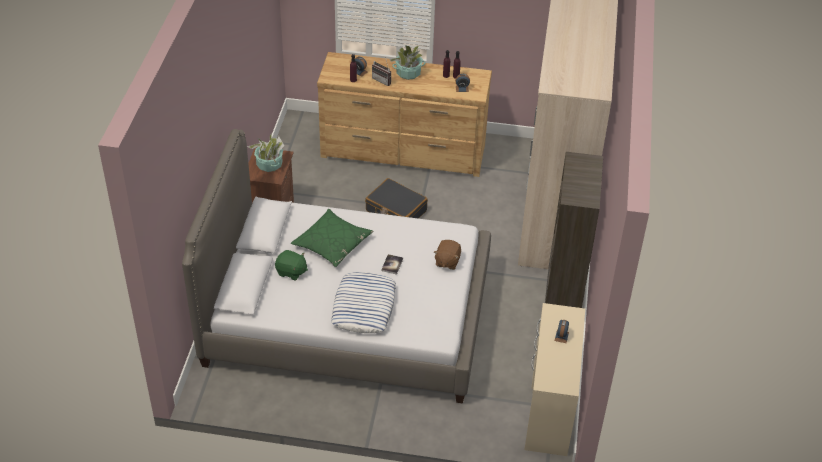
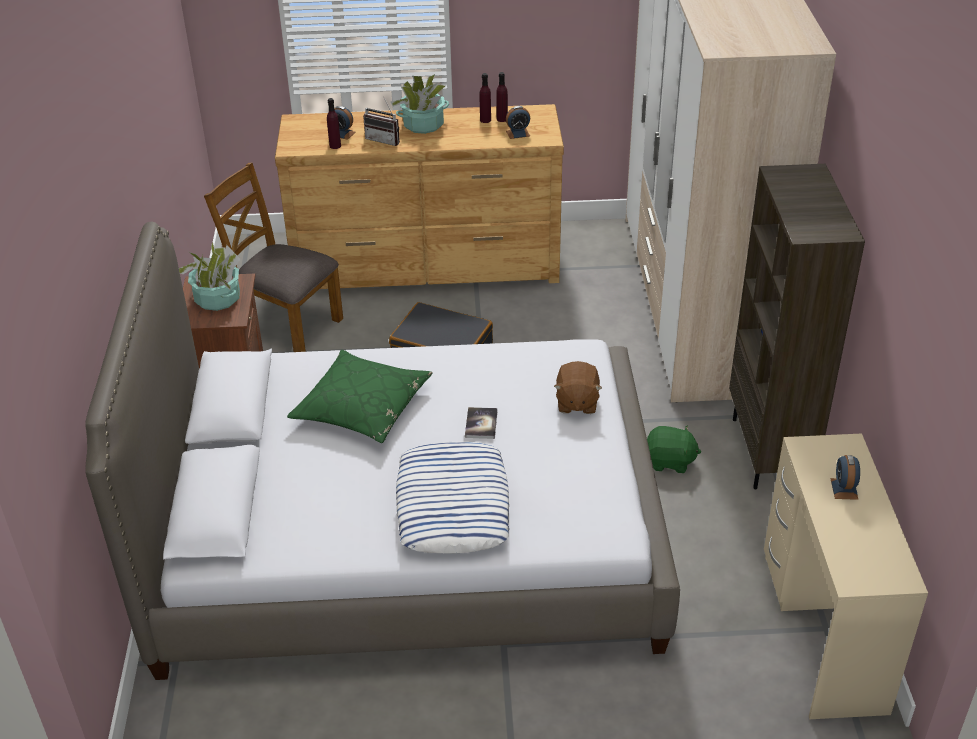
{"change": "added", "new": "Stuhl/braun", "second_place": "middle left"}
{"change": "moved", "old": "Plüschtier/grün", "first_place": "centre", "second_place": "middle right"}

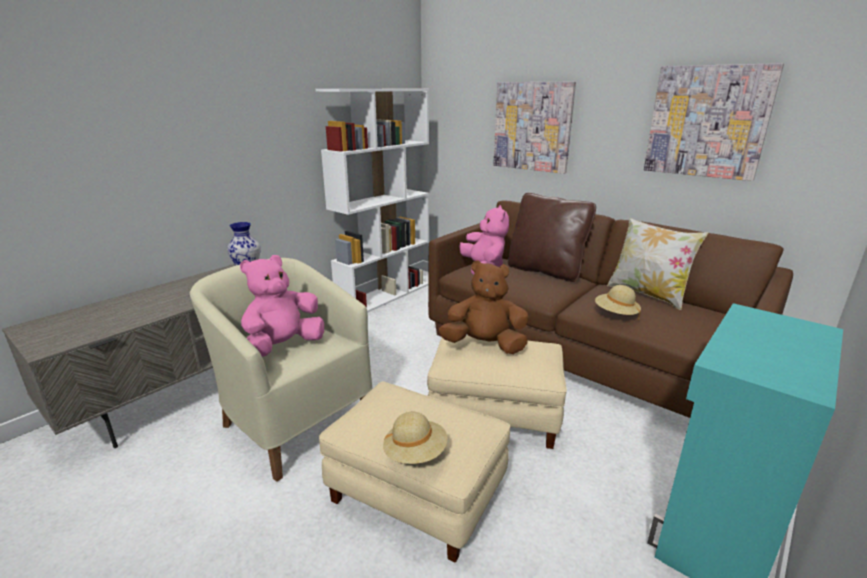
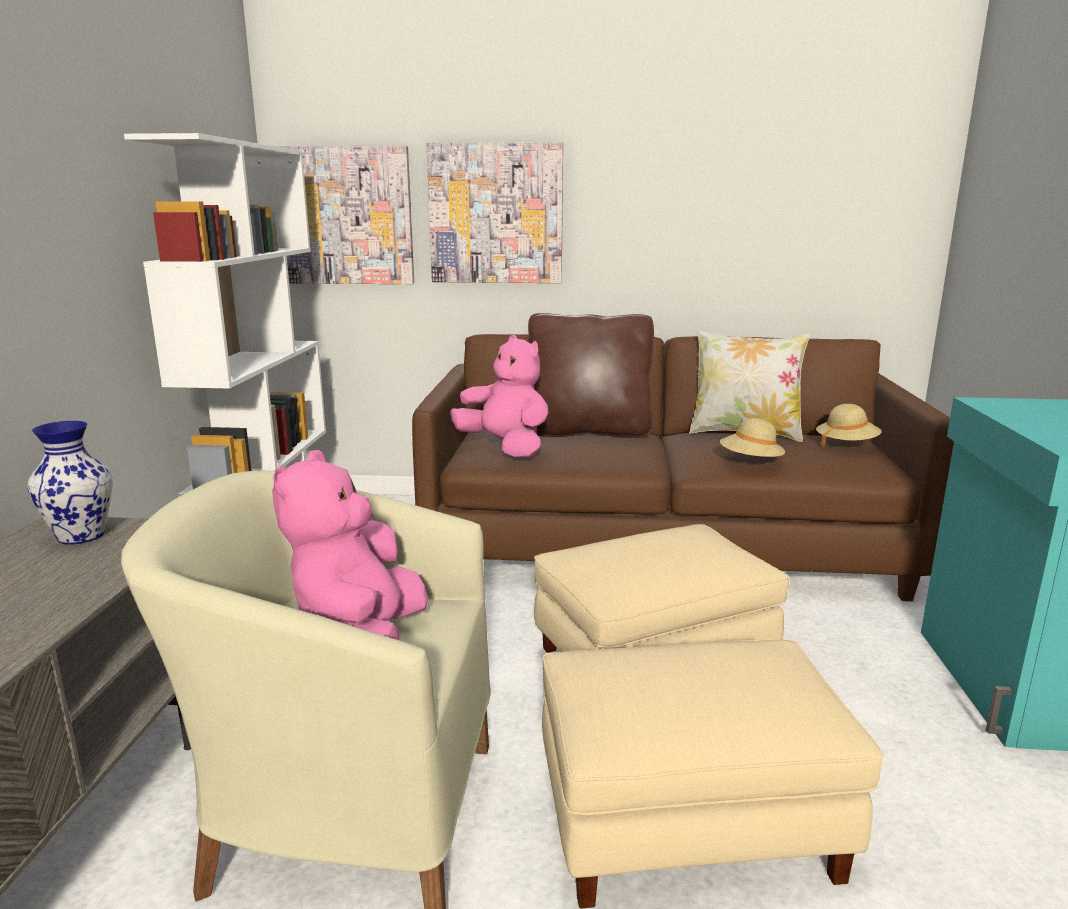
{"change": "moved", "old": "Bild (2nd from left in the first image)", "new": "Bild (1st from left)", "first_place": "top right", "second_place": "top left"}
{"change": "moved", "old": "Hut/beige (1st from left in the first image)", "new": "Hut/beige (2nd from left)", "first_place": "bottom centre", "second_place": "middle right"}
{"change": "removed", "old": "Plüschtier/braun", "first_place": "centre"}

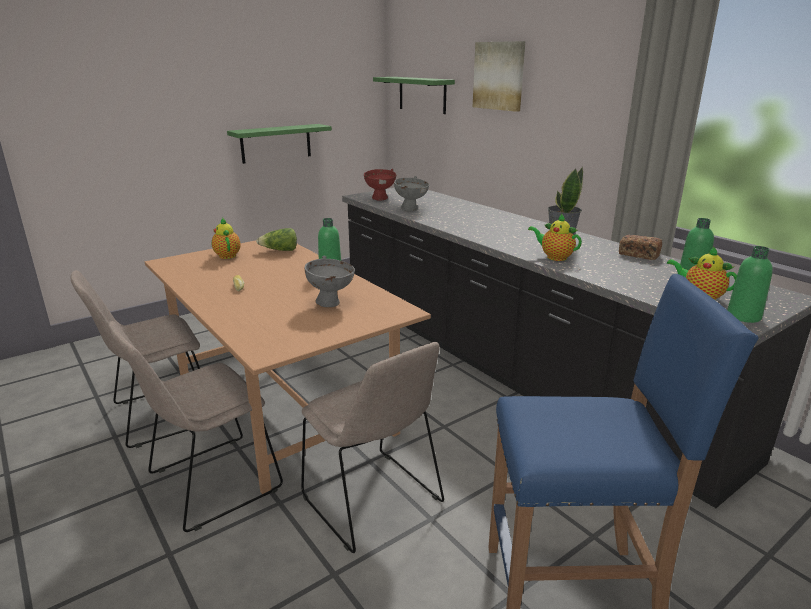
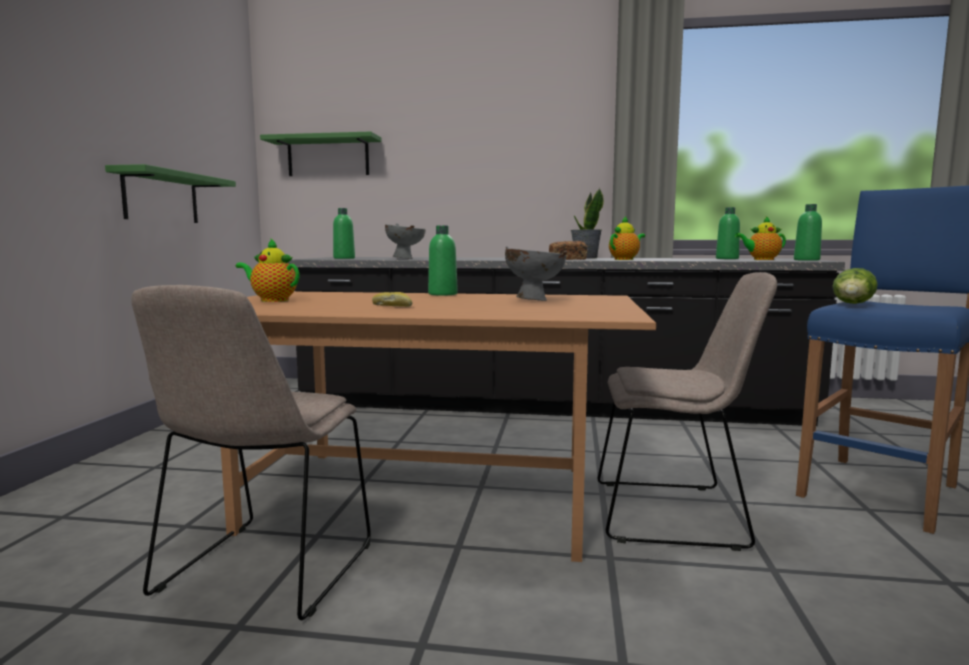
{"change": "replaced", "old": "Schüssel/rot", "new": "Flasche/grün (1st from left)", "first_place": "top centre", "second_place": "centre"}
{"change": "moved", "old": "Brot (2nd from left)", "first_place": "middle right", "second_place": "centre"}
{"change": "turned", "old": "Teekanne (2nd from left)", "first_place": "middle right", "second_place": "centre", "degrees": 150}
{"change": "moved", "old": "Salatkopf", "first_place": "centre", "second_place": "middle right"}
{"change": "removed", "old": "Stuhl/beige (2nd from left)", "first_place": "bottom left"}
{"change": "removed", "old": "Bild", "first_place": "top centre"}

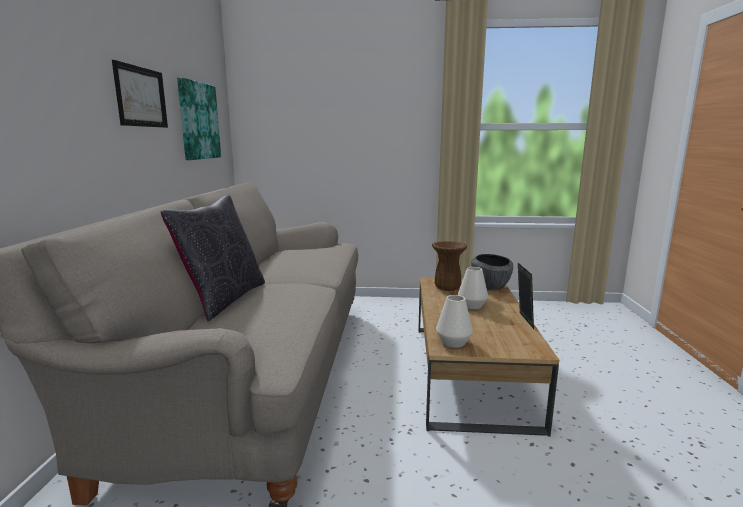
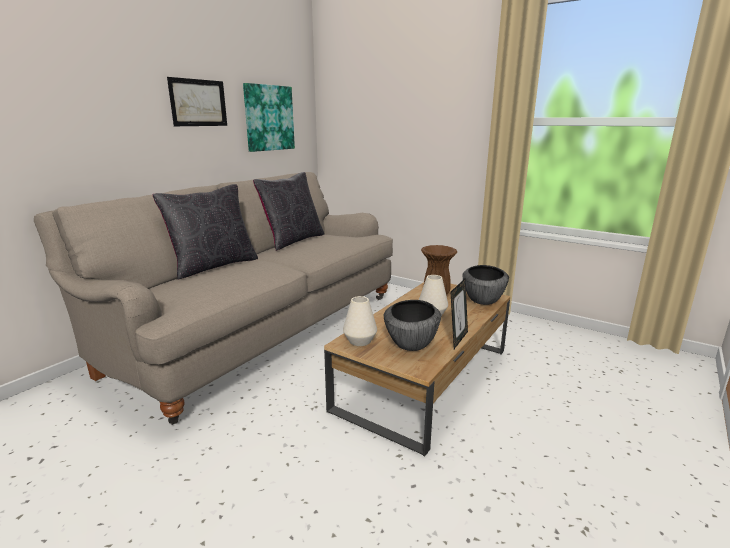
{"change": "added", "new": "Kissen/schwarz (2nd from left)", "second_place": "centre"}
{"change": "added", "new": "Schüssel (1st from left)", "second_place": "centre"}

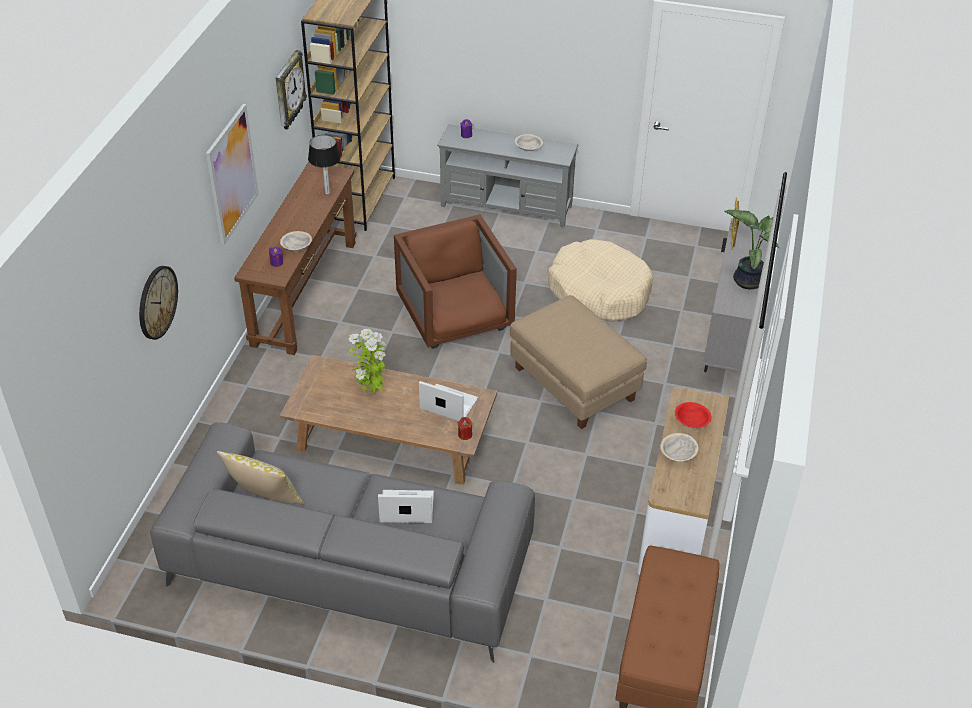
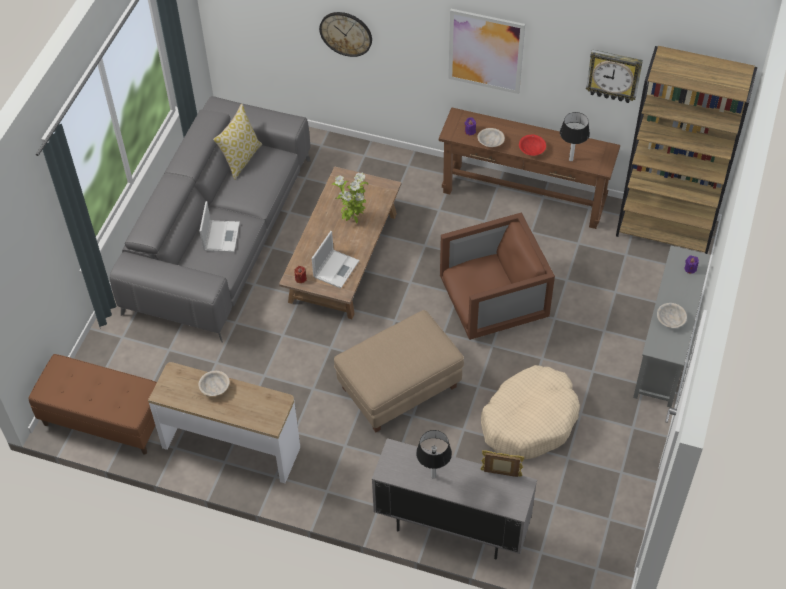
{"change": "replaced", "old": "Topfpflanze (2nd from left)", "new": "Tischlampe (1st from left)", "first_place": "middle right", "second_place": "bottom centre"}
{"change": "moved", "old": "Schüssel/rot", "first_place": "middle right", "second_place": "top right"}

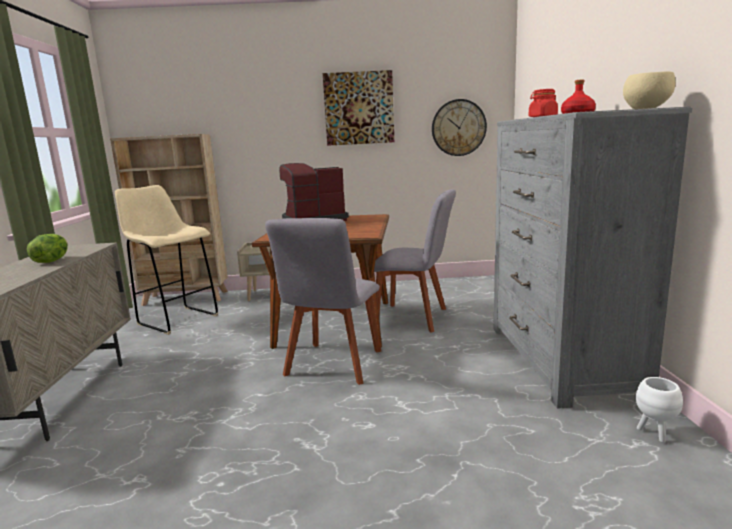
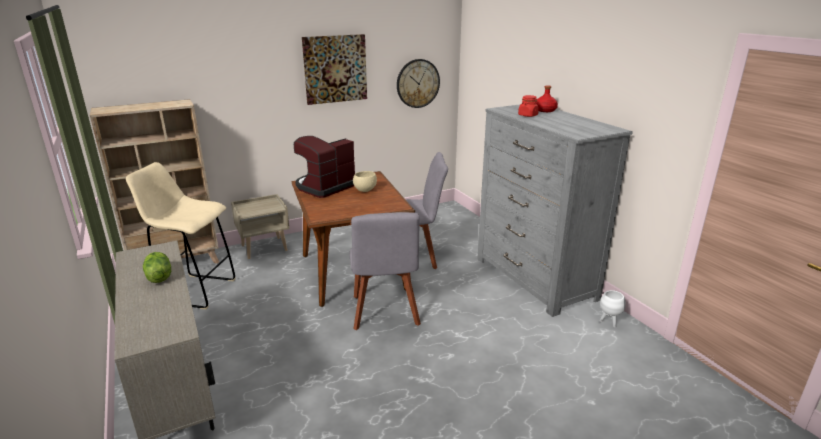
{"change": "moved", "old": "Schüssel/beige", "first_place": "top right", "second_place": "centre"}

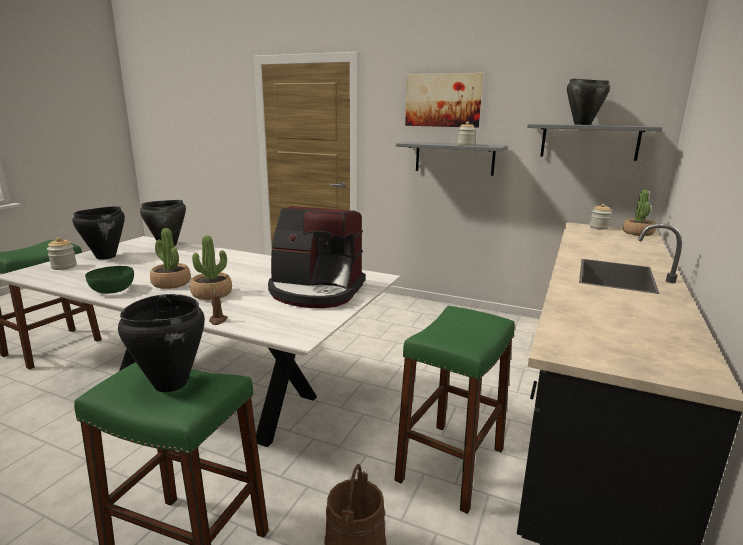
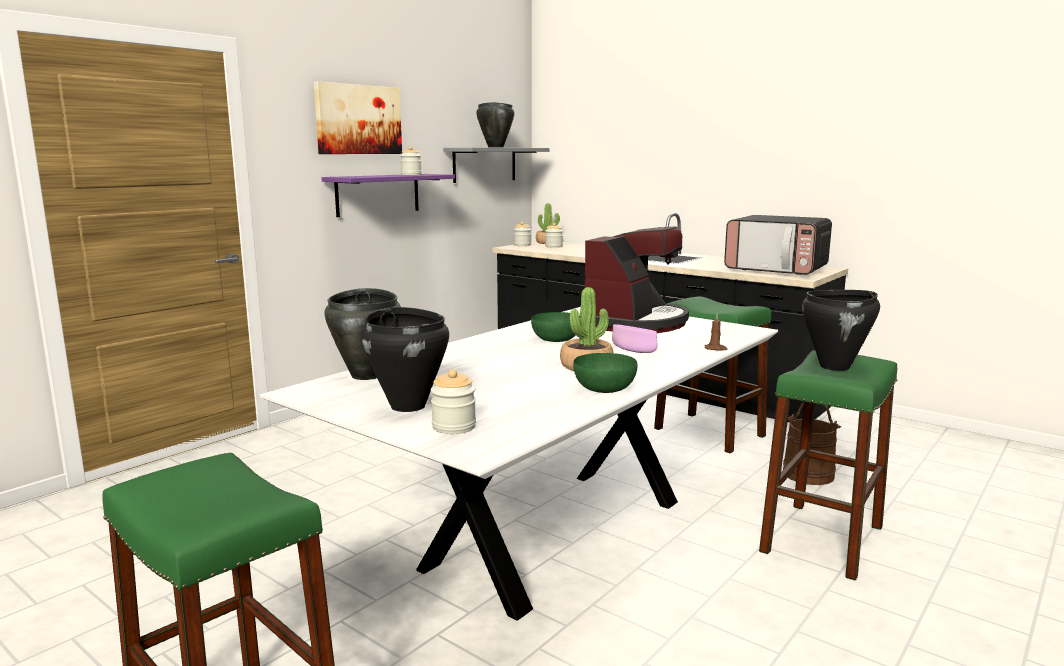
{"change": "recoloured", "old": "Wandregal/grau (1st from left)", "new": "Wandregal/lila", "first_place": "top centre", "second_place": "top centre"}
{"change": "added", "new": "Schüssel/grün (1st from left)", "second_place": "centre"}
{"change": "added", "new": "Vorratsglas (4th from left)", "second_place": "centre"}
{"change": "replaced", "old": "Topfpflanze (2nd from left)", "new": "Schüssel/lila", "first_place": "middle left", "second_place": "centre"}
{"change": "added", "new": "Mikrowelle", "second_place": "middle right"}

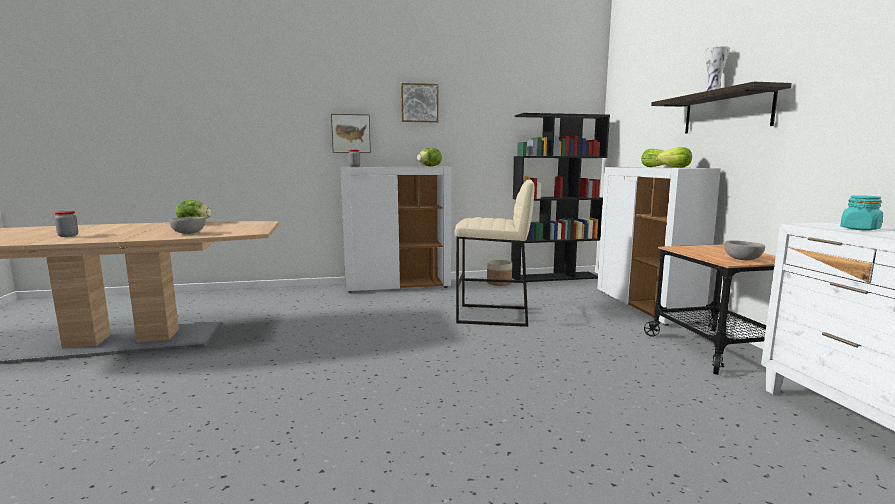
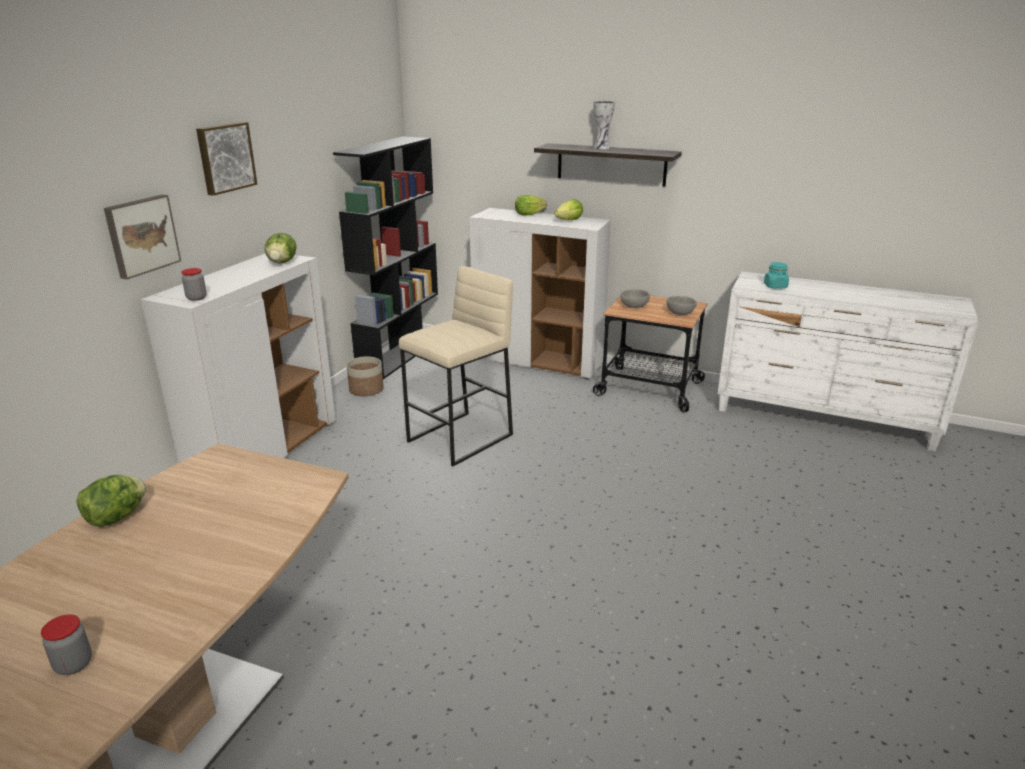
{"change": "moved", "old": "Schüssel/grau (1st from left)", "first_place": "middle left", "second_place": "centre"}

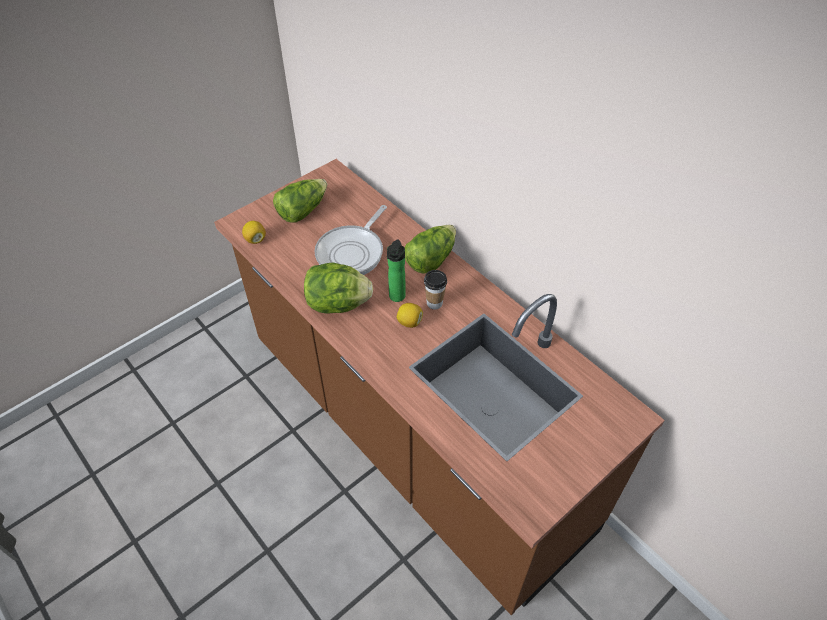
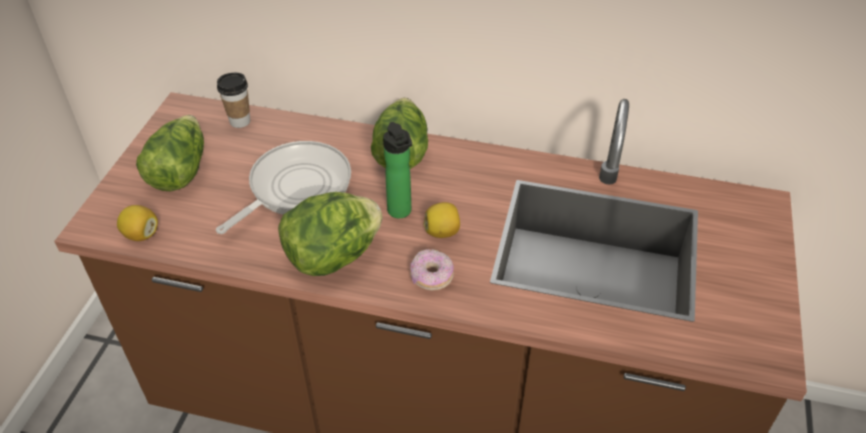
{"change": "turned", "old": "Pfanne", "first_place": "centre", "second_place": "middle left", "degrees": -135}
{"change": "moved", "old": "Tasse", "first_place": "centre", "second_place": "top left"}
{"change": "added", "new": "Donut", "second_place": "centre"}

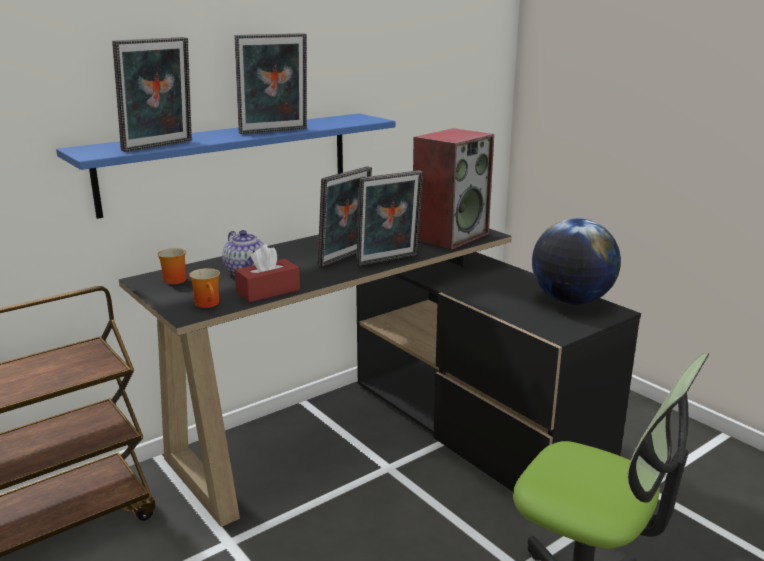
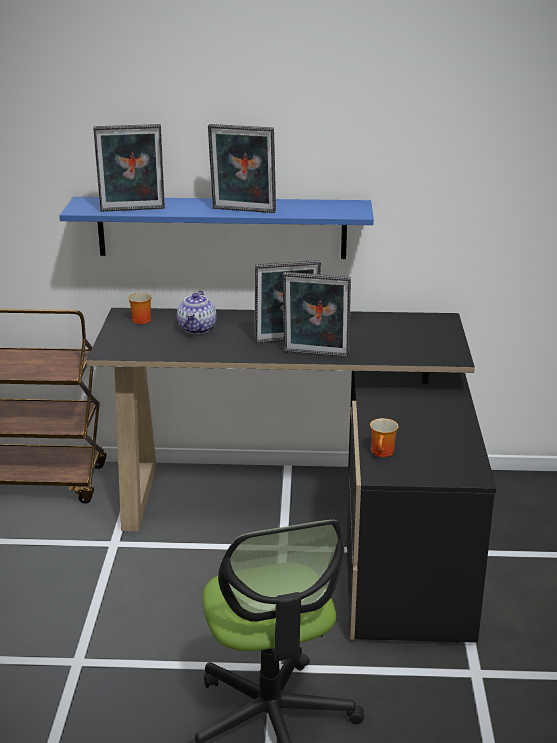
{"change": "moved", "old": "Henkelbecher (2nd from left)", "first_place": "middle left", "second_place": "middle right"}
{"change": "removed", "old": "Taschentuchbox/rot", "first_place": "centre"}
{"change": "removed", "old": "Lautsprecher", "first_place": "centre"}
{"change": "removed", "old": "Globus", "first_place": "middle right"}

